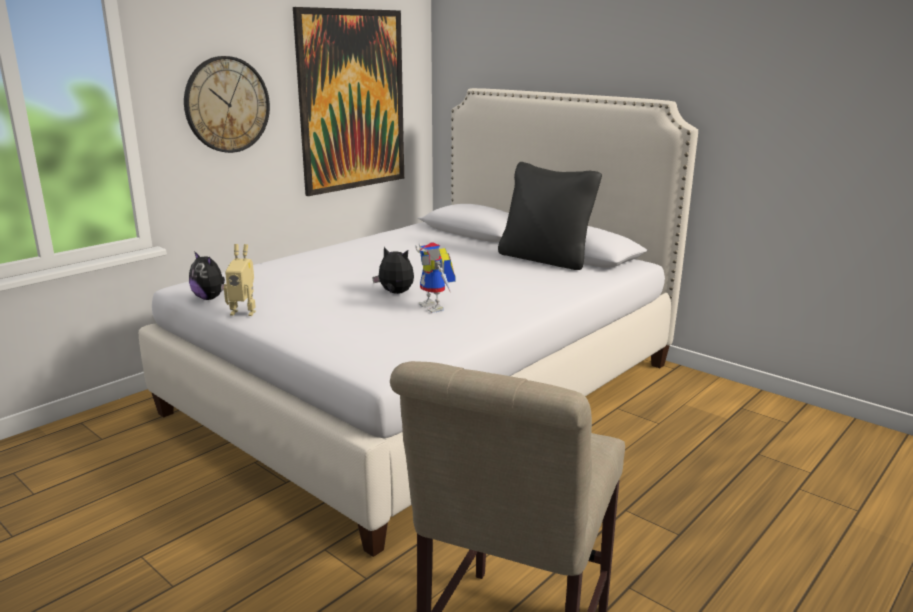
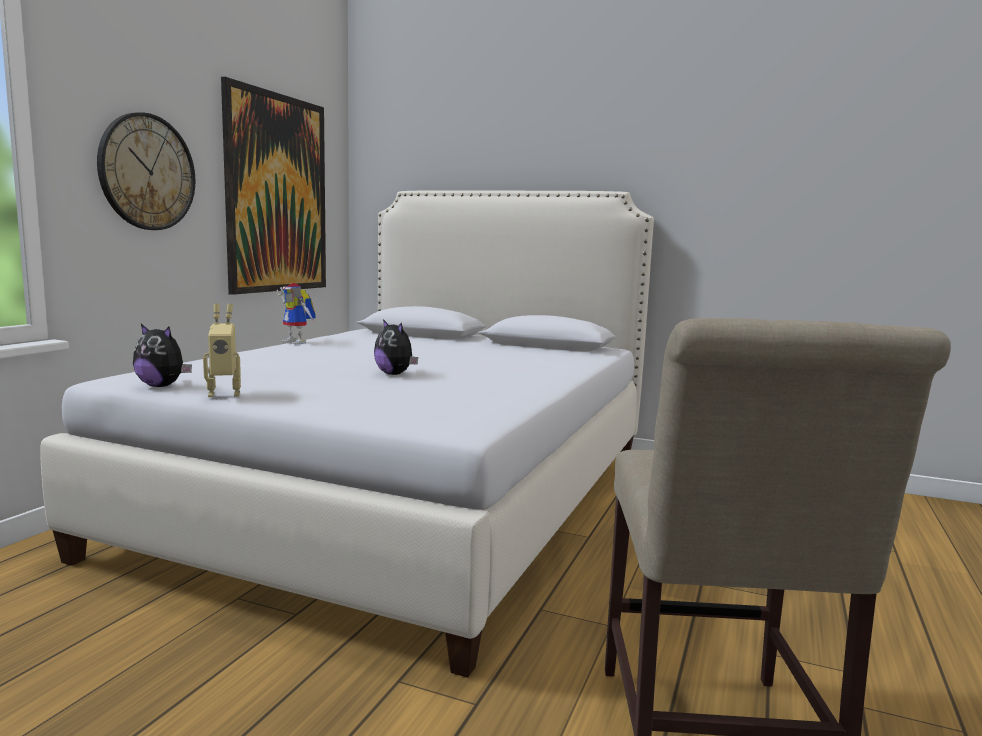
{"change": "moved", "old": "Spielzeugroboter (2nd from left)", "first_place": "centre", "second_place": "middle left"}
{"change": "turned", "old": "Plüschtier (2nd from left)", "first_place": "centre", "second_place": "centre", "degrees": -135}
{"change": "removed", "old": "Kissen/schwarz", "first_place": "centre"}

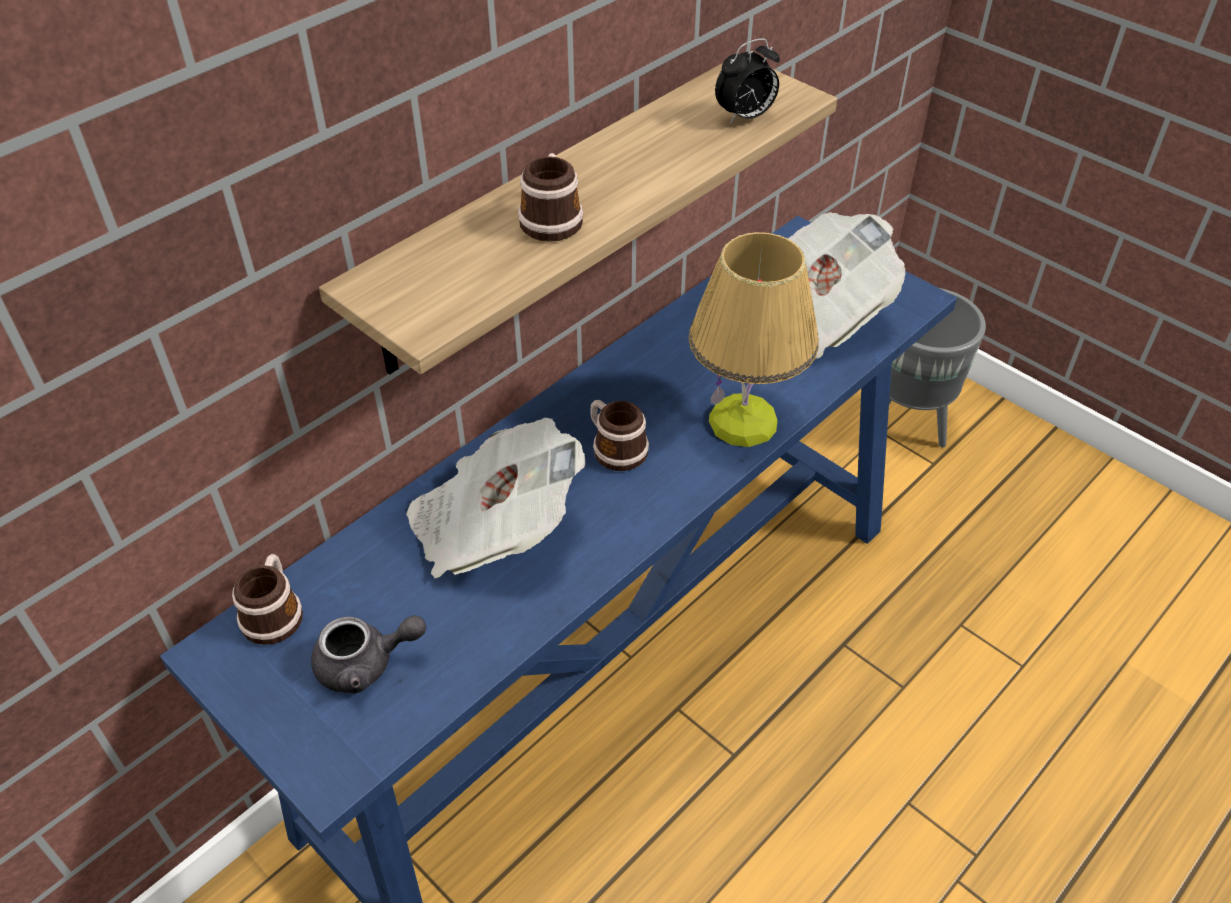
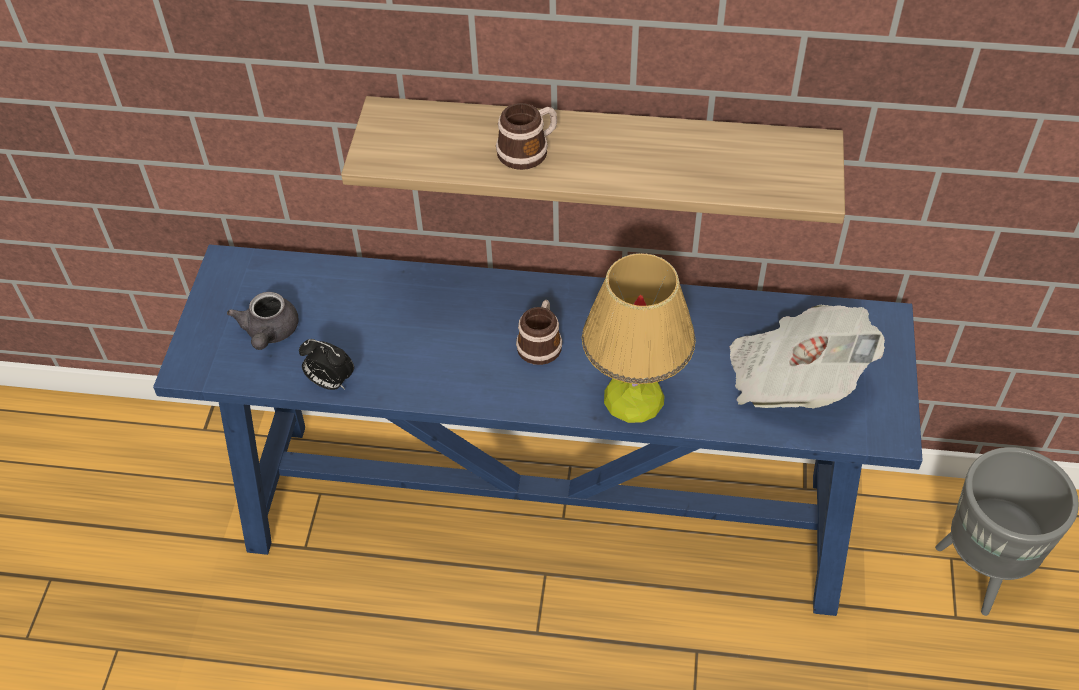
{"change": "turned", "old": "Teekanne/grau", "first_place": "bottom left", "second_place": "middle left", "degrees": 45}
{"change": "moved", "old": "Wecker", "first_place": "top centre", "second_place": "middle left"}
{"change": "removed", "old": "Henkelbecher (1st from left)", "first_place": "middle left"}
{"change": "removed", "old": "Zeitung (1st from left)", "first_place": "centre"}

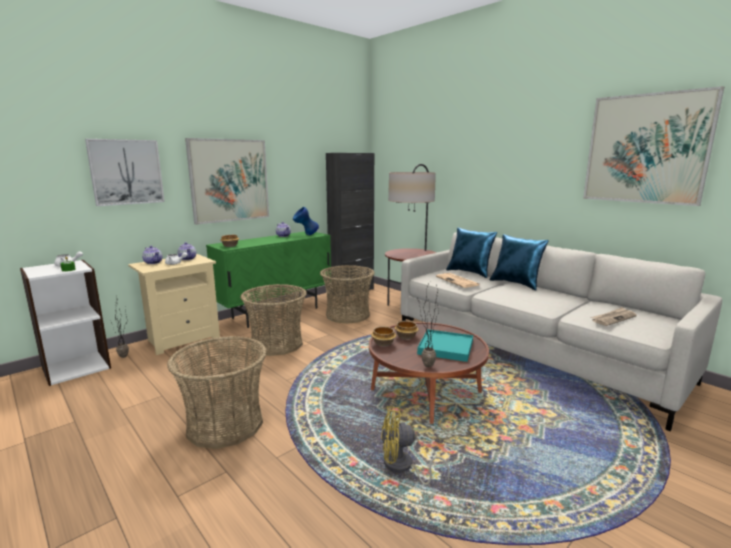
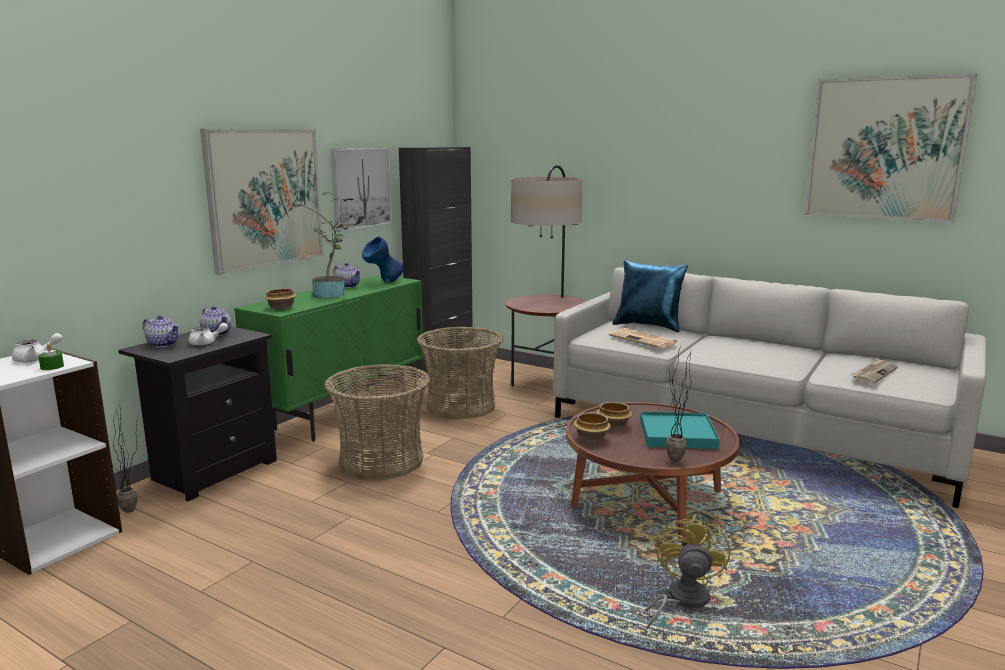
{"change": "recoloured", "old": "Nachttisch/beige", "new": "Nachttisch/schwarz", "first_place": "middle left", "second_place": "middle left"}
{"change": "added", "new": "Topfpflanze (2nd from left)", "second_place": "middle left"}
{"change": "moved", "old": "Bild (1st from left in the first image)", "new": "Bild (2nd from left)", "first_place": "top left", "second_place": "top centre"}
{"change": "turned", "old": "Ventilator/gelb", "first_place": "bottom centre", "second_place": "bottom right", "degrees": 120}
{"change": "removed", "old": "Korb (1st from left)", "first_place": "bottom left"}
{"change": "removed", "old": "Kissen/blau (2nd from left)", "first_place": "middle right"}

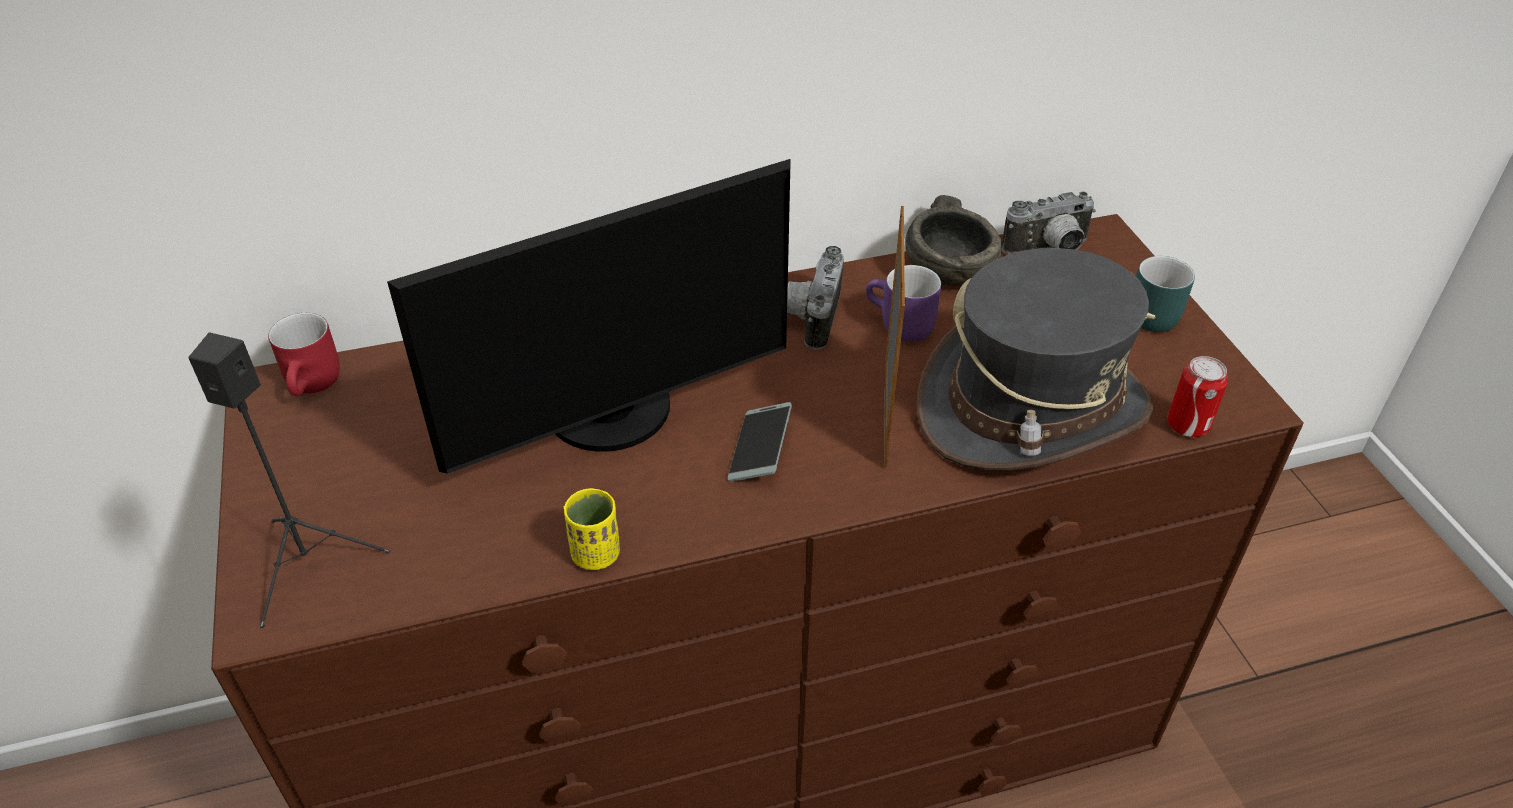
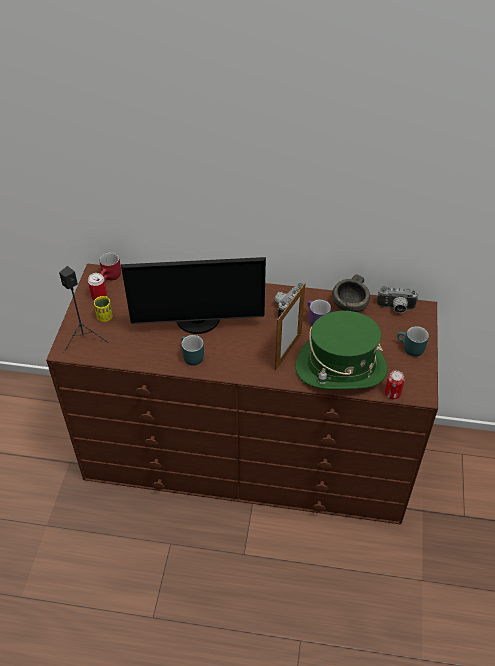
{"change": "added", "new": "Dose (1st from left)", "second_place": "middle left"}
{"change": "moved", "old": "Tasse/gelb", "first_place": "centre", "second_place": "middle left"}
{"change": "added", "new": "Henkelbecher/türkis (1st from left)", "second_place": "centre"}
{"change": "recoloured", "old": "Hut/grau", "new": "Hut/grün", "first_place": "middle right", "second_place": "middle right"}
{"change": "removed", "old": "Handy", "first_place": "centre"}

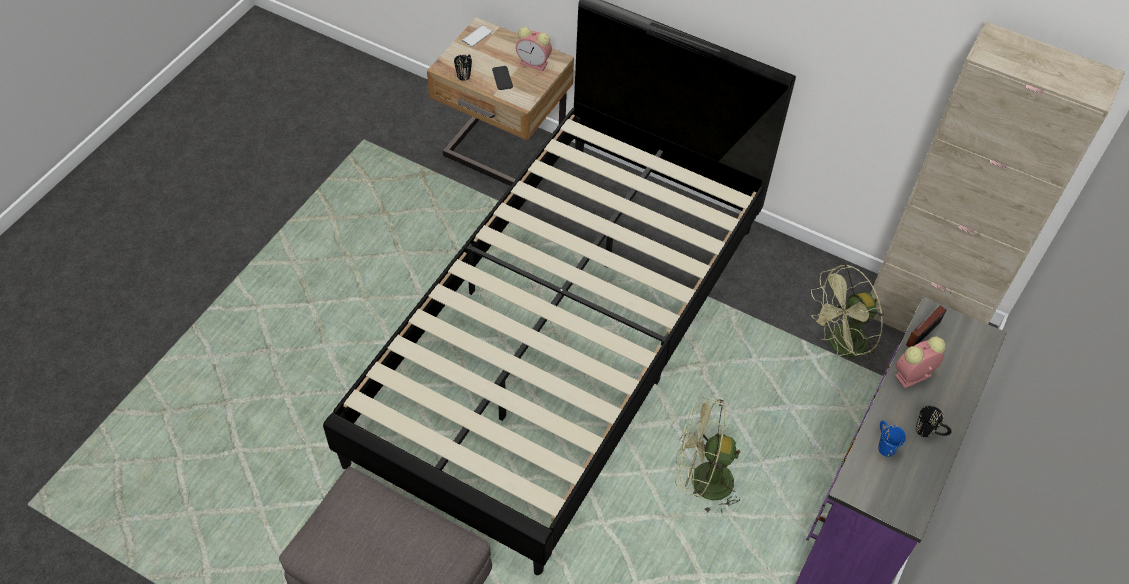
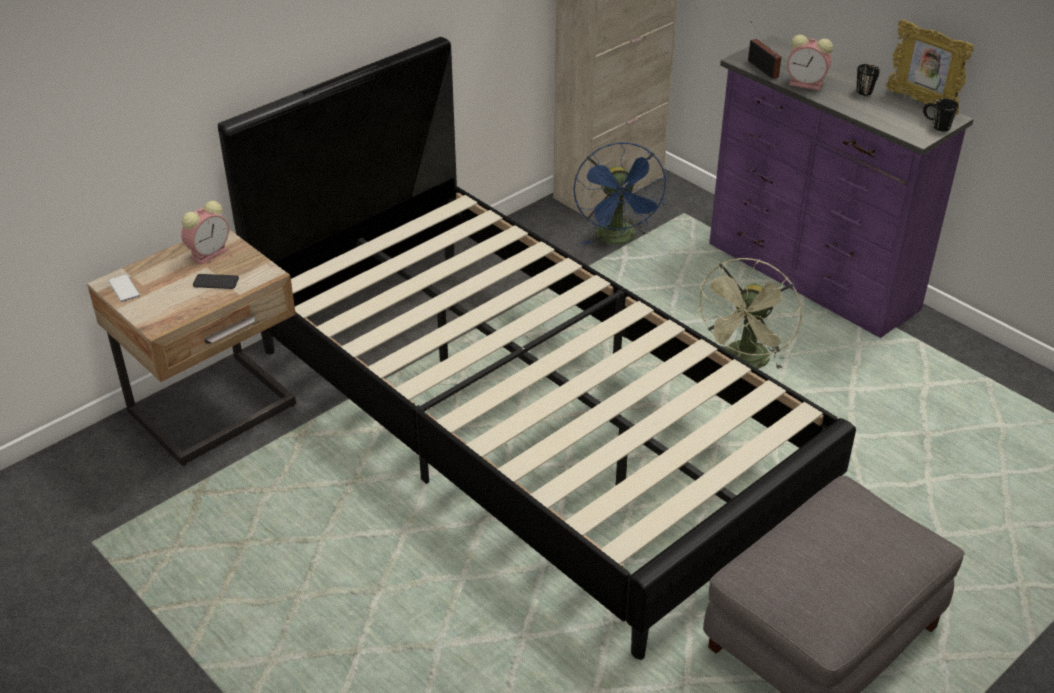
{"change": "recoloured", "old": "Ventilator/grün (2nd from left)", "new": "Ventilator/blau", "first_place": "middle right", "second_place": "top centre"}
{"change": "turned", "old": "Wecker (2nd from left)", "first_place": "middle right", "second_place": "top right", "degrees": -60}
{"change": "added", "new": "Bilderrahmen", "second_place": "top right"}
{"change": "moved", "old": "Henkelbecher/schwarz (1st from left in the first image)", "new": "Henkelbecher/schwarz (2nd from left)", "first_place": "top centre", "second_place": "top right"}
{"change": "removed", "old": "Henkelbecher/blau", "first_place": "bottom right"}

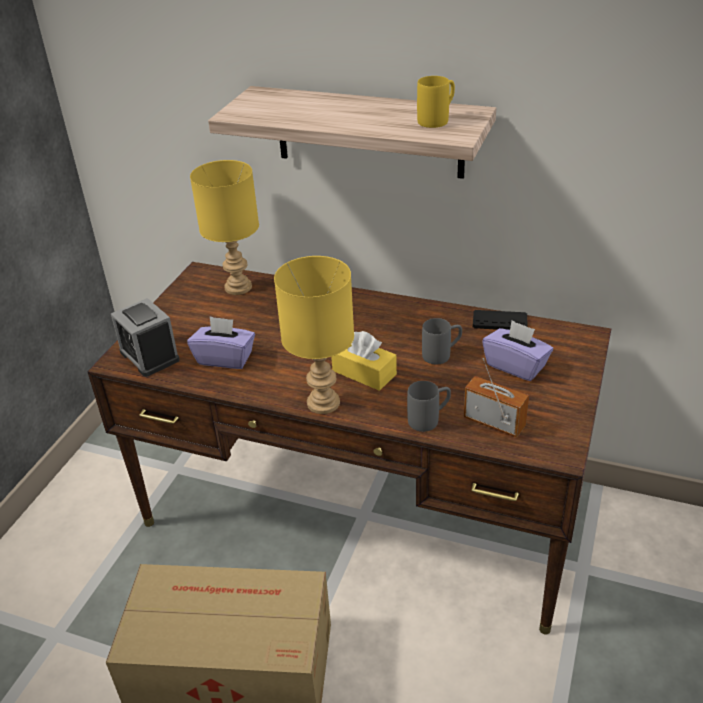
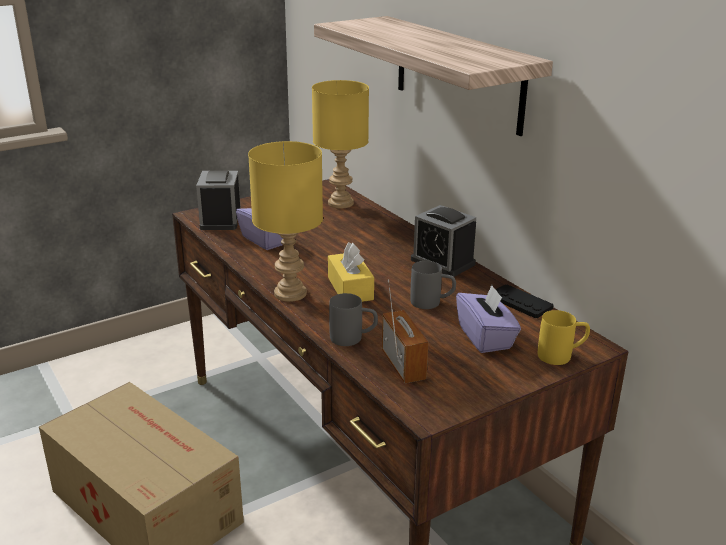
{"change": "added", "new": "Wecker (2nd from left)", "second_place": "centre"}
{"change": "moved", "old": "Henkelbecher/gelb", "first_place": "top centre", "second_place": "middle right"}

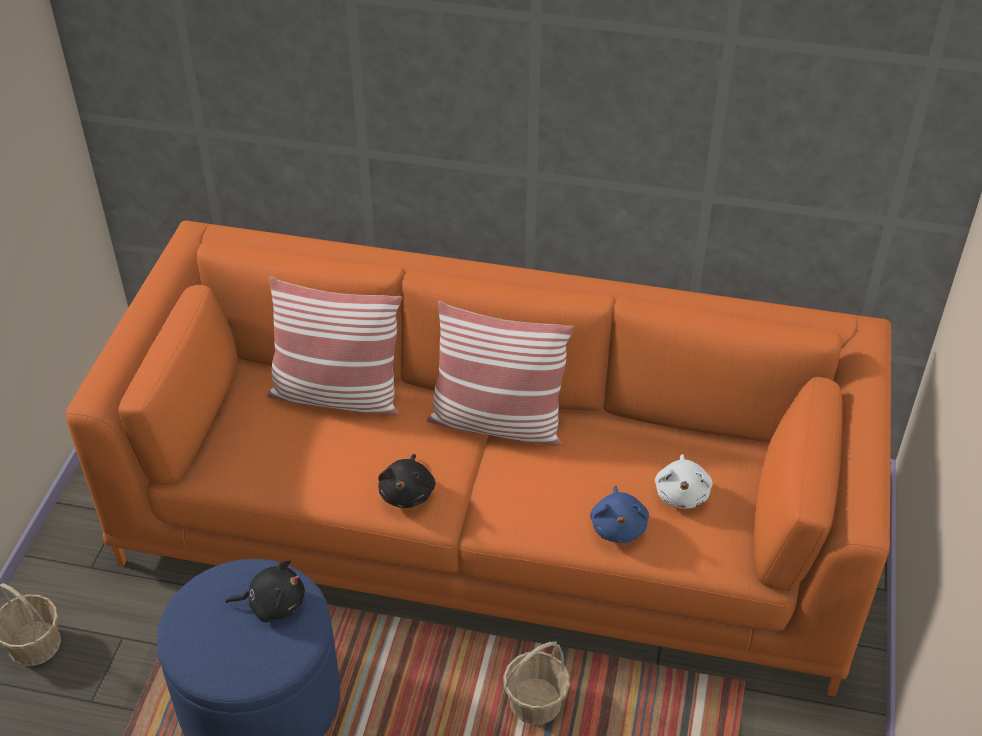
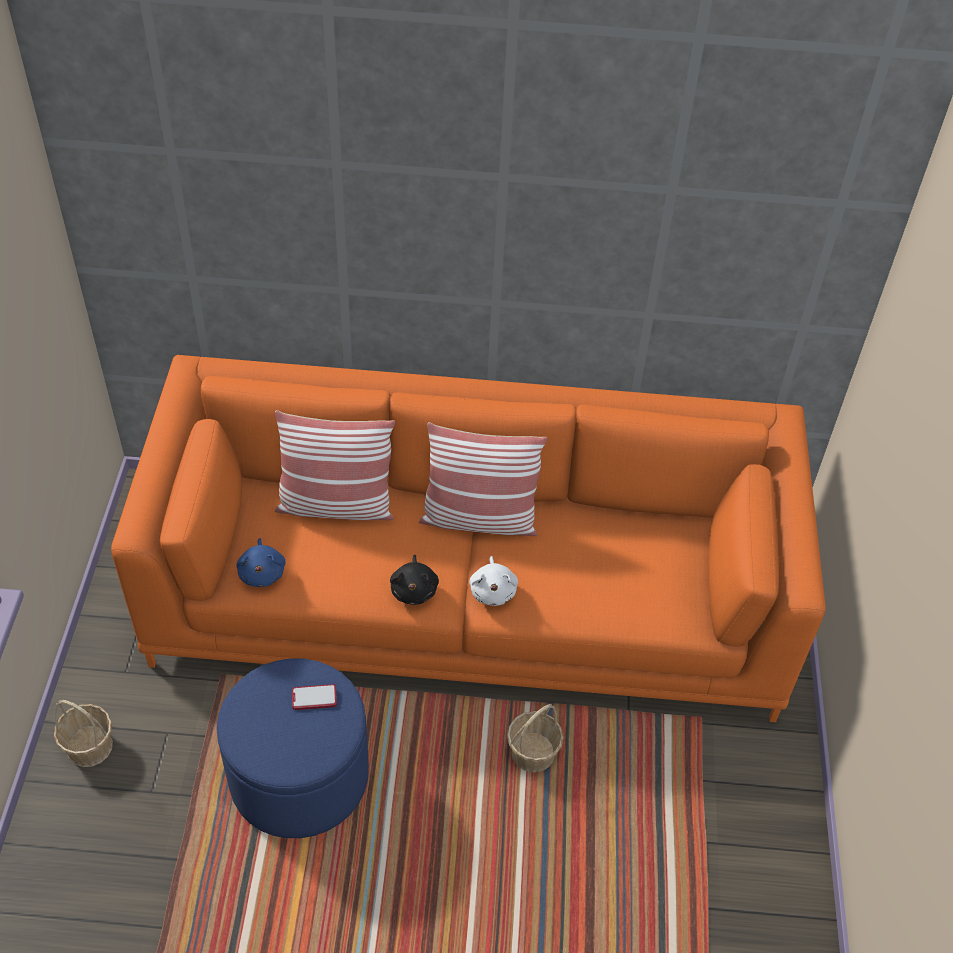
{"change": "moved", "old": "Plüschtier/blau", "first_place": "bottom centre", "second_place": "middle left"}
{"change": "replaced", "old": "Plüschtier/schwarz (1st from left)", "new": "Handy", "first_place": "bottom left", "second_place": "bottom left"}
{"change": "moved", "old": "Plüschtier/weiß", "first_place": "middle right", "second_place": "centre"}

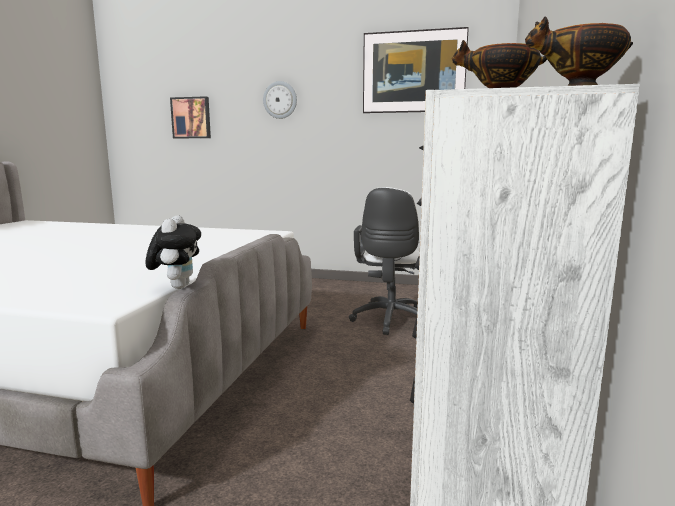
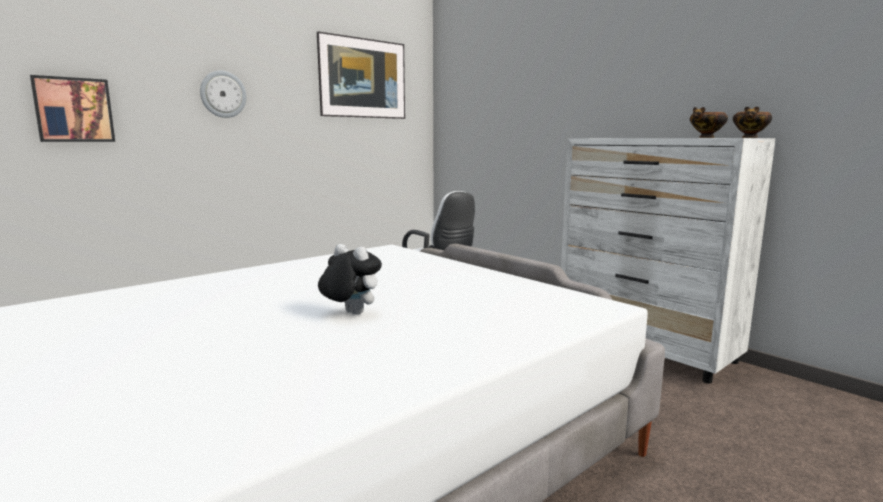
{"change": "moved", "old": "Plüschtier", "first_place": "middle left", "second_place": "centre"}

